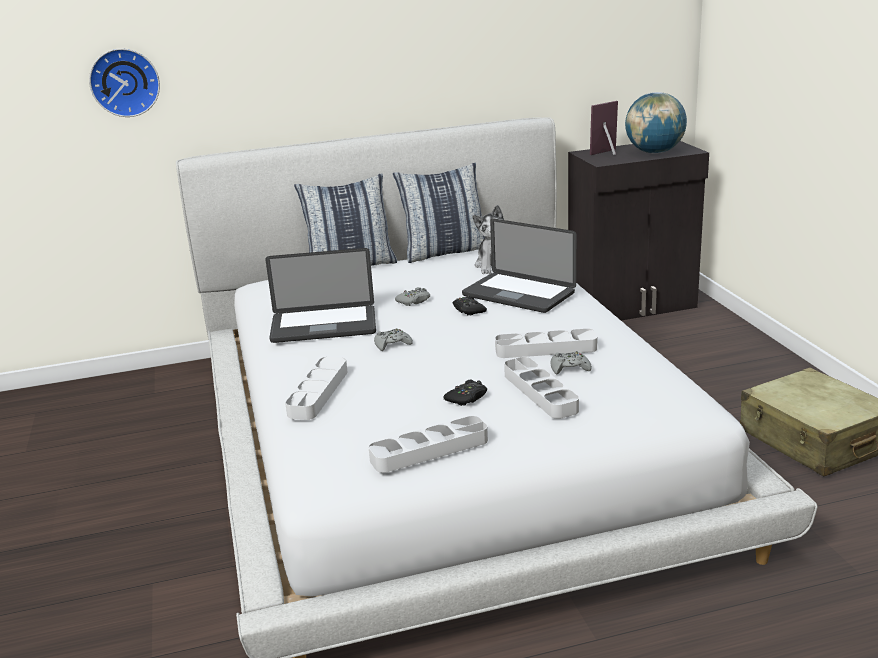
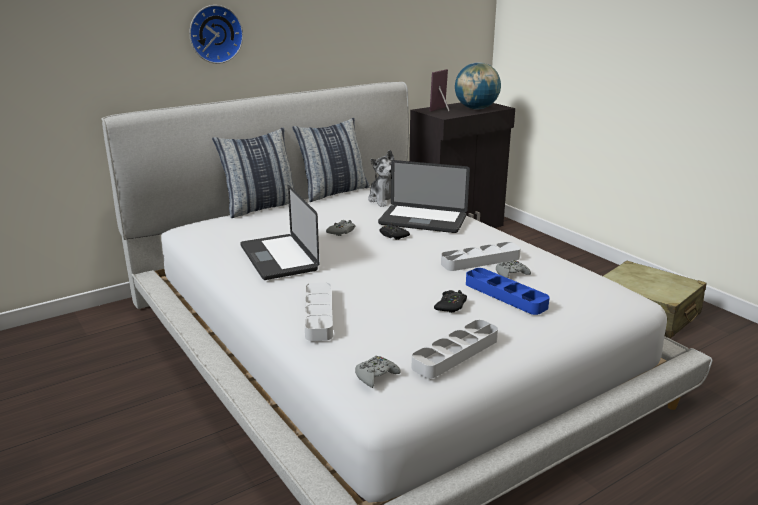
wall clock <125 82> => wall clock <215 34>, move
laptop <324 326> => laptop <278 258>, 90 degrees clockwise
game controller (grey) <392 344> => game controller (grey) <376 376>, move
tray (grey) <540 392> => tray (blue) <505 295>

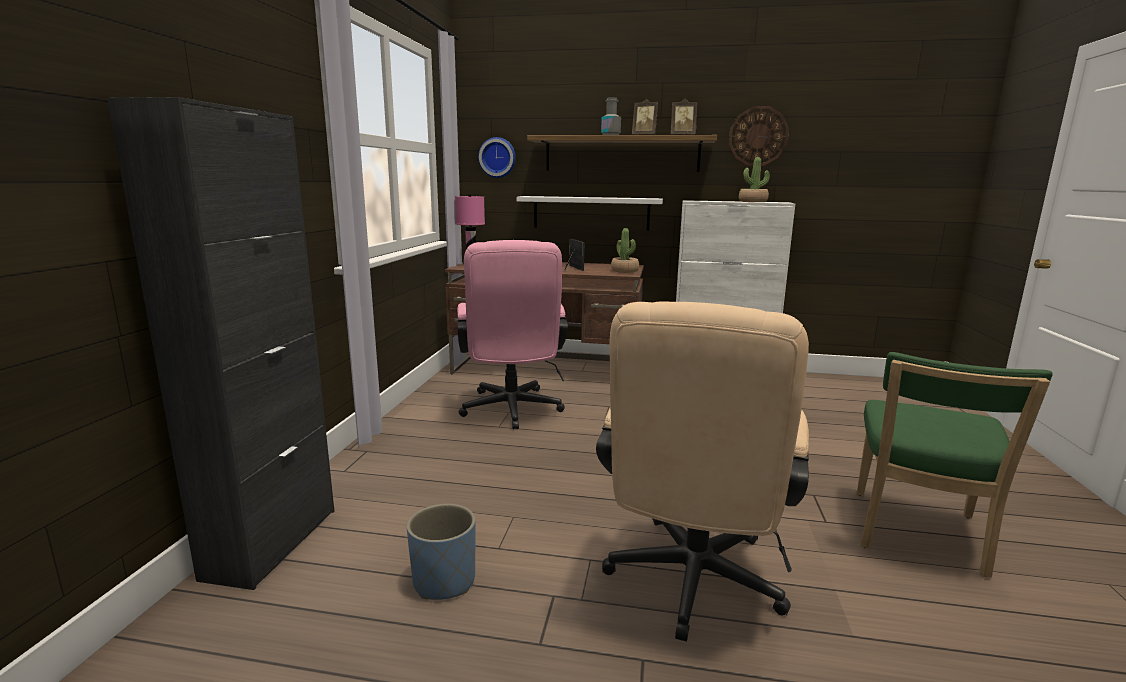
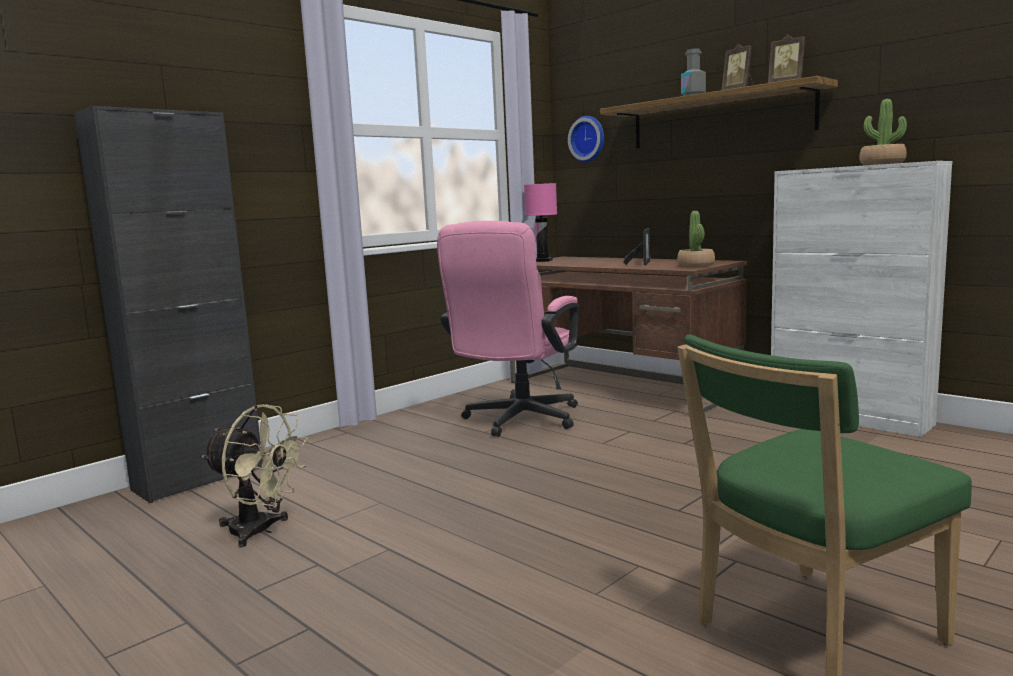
planter (blue) <444 581> => fan (beige) <260 531>
shelf (white) <591 213> => nothing
office chair (beige) <691 586> => nothing
wall clock <758 136> => nothing

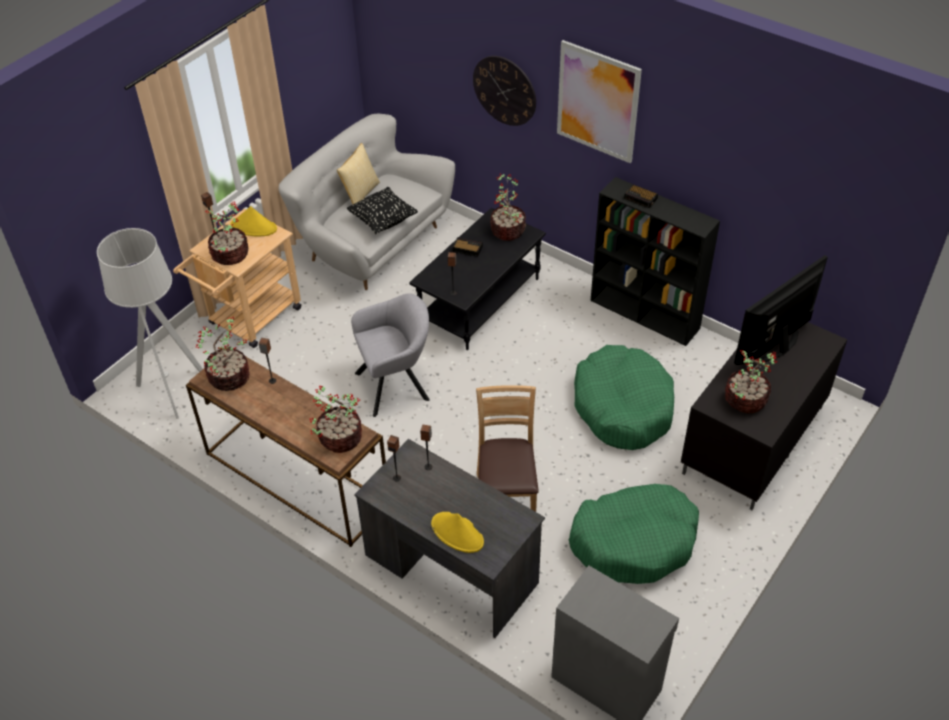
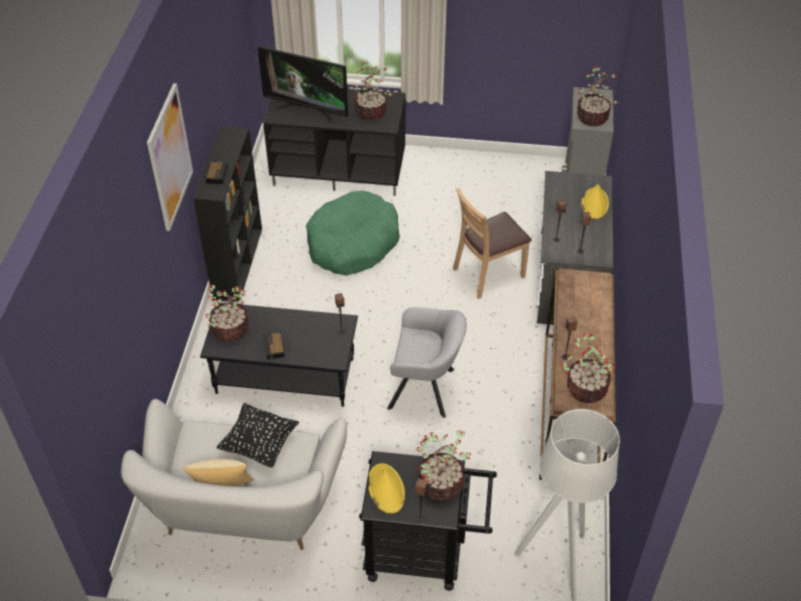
cart (beige) <250 320> => cart (black) <424 554>
potted plant <339 438> => potted plant <593 118>, move
armchair (grey) <396 385> => armchair (grey) <426 389>, 150 degrees clockwise
wall clock <504 90> => nothing
dog bed (green) <634 541> => nothing

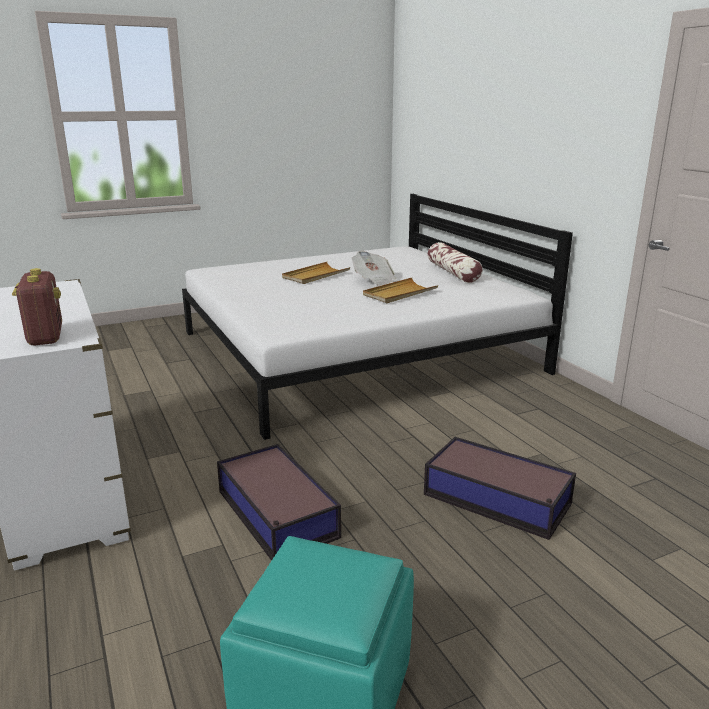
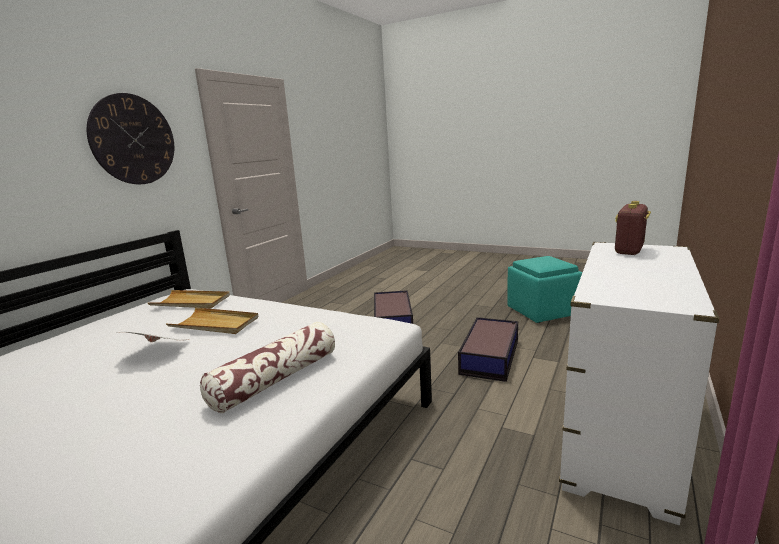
tray (beige) <315 275> => tray (beige) <191 302>, move
pillow <453 273> => pillow <276 379>, move
nothing => wall clock <133 140>

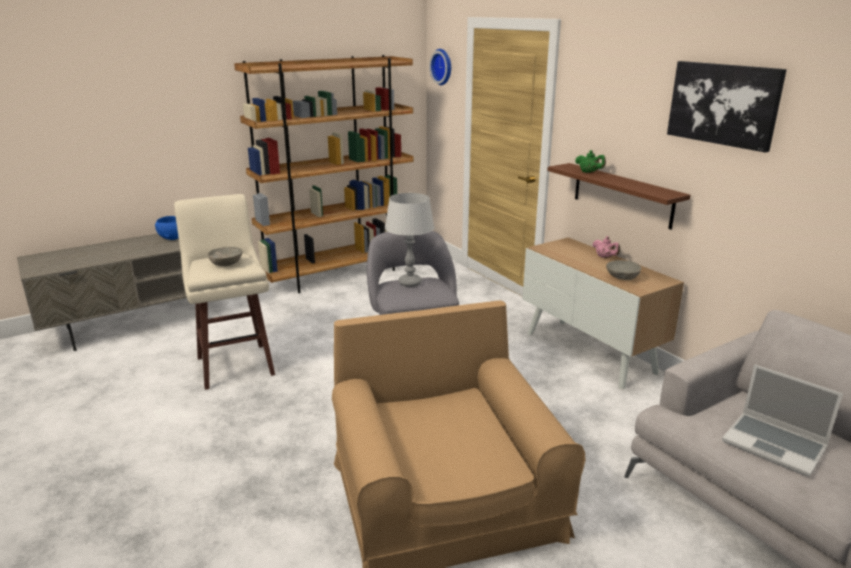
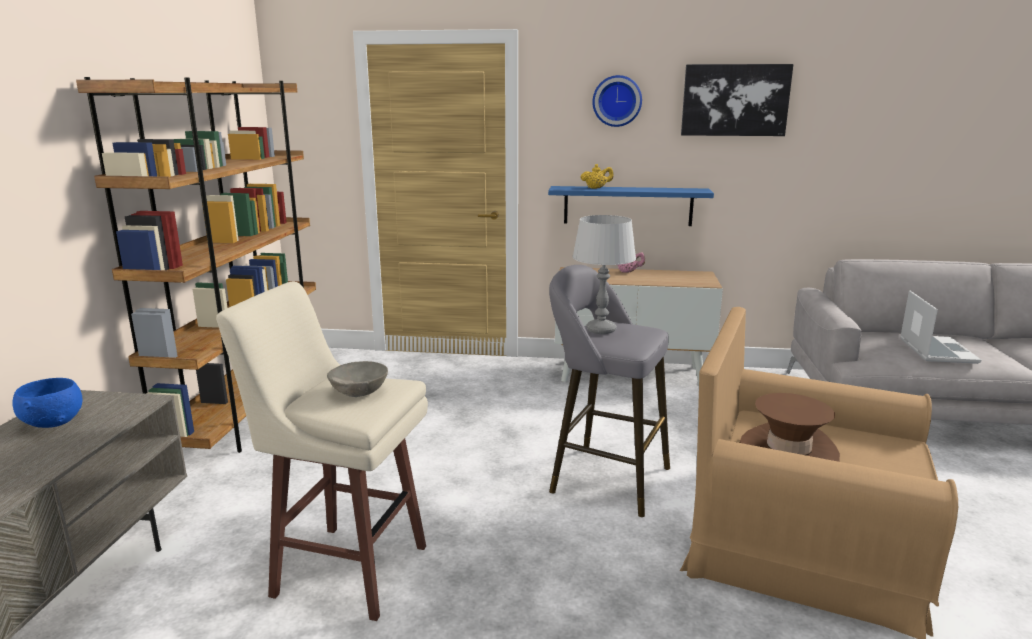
wall clock <443 67> => wall clock <617 101>, move
shelf (brown) <622 195> => shelf (blue) <628 206>
teapot (green) <589 172> => teapot (yellow) <596 188>
bowl (grey) <622 277> => nothing
laptop <775 445> => laptop <935 350>, 75 degrees counterclockwise
nothing => hat (brown) <788 450>

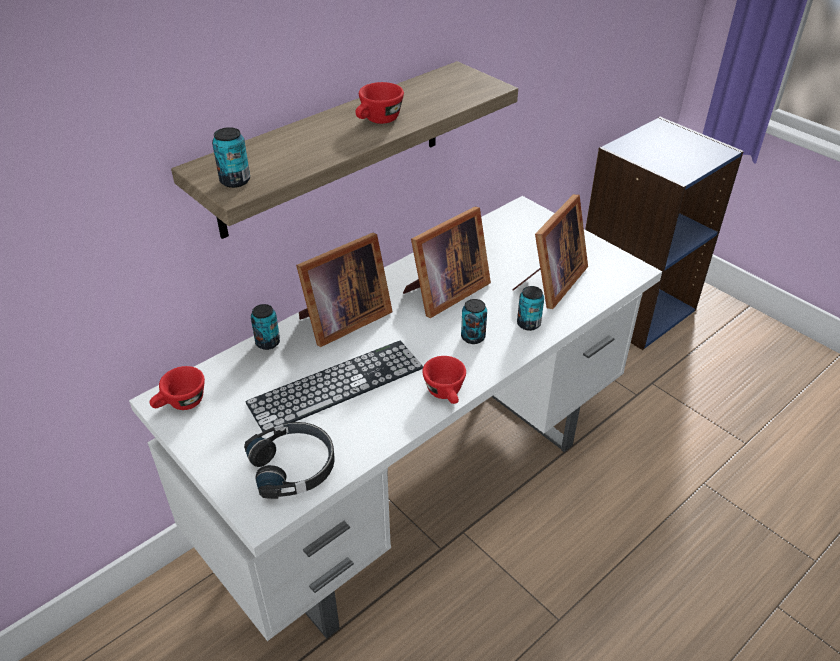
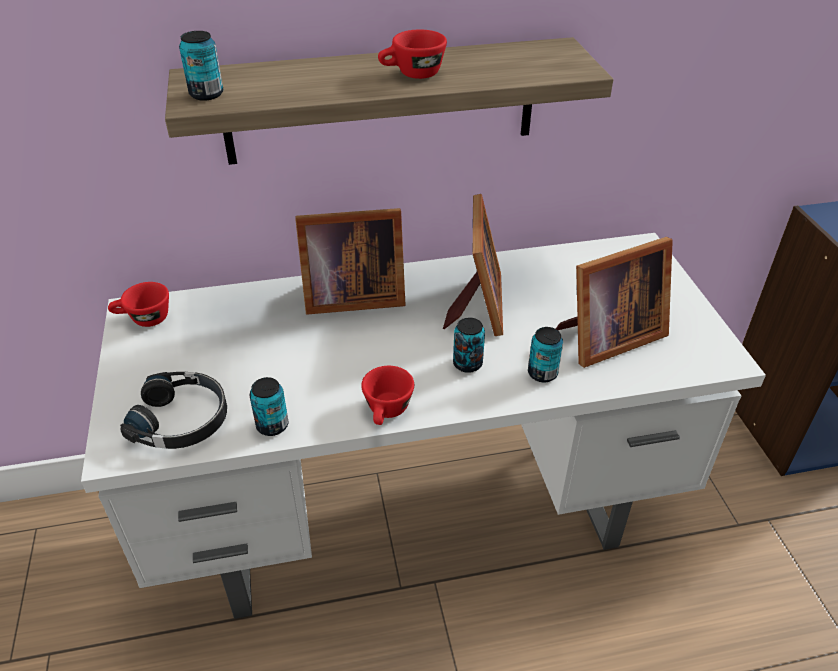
keyboard <336 385> => nothing
can <268 342> => can <272 425>, move
picture frame <444 293> => picture frame <476 306>, 75 degrees counterclockwise

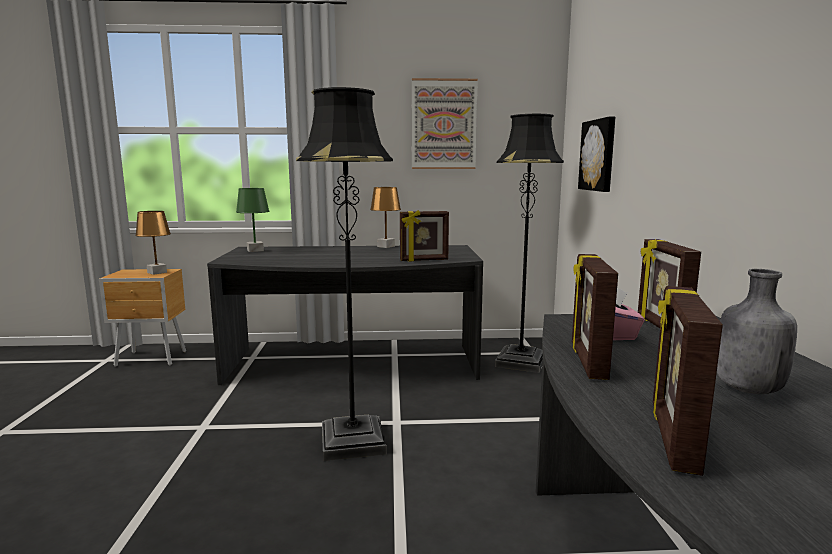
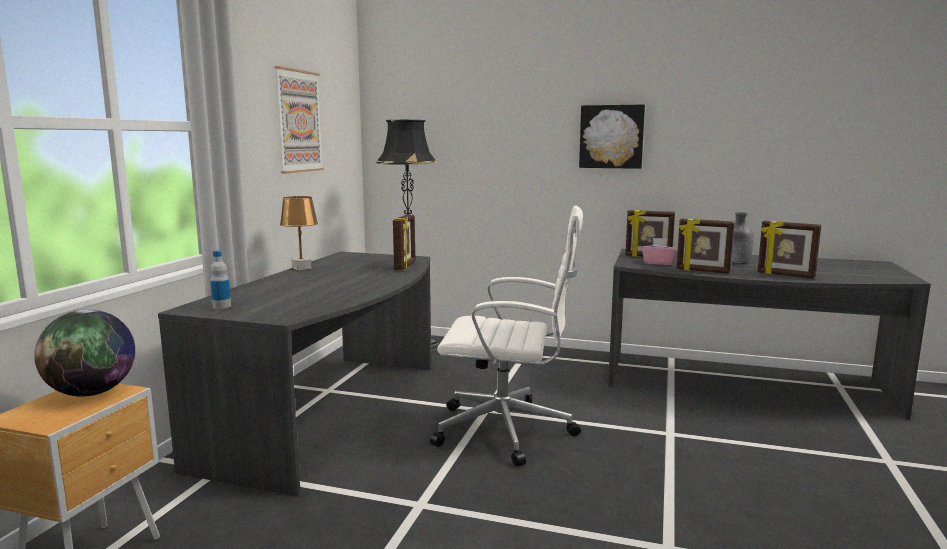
table lamp (brown) <157 272> => globe <92 393>
table lamp (green) <255 250> => bottle <221 306>
floor lamp (black) <352 441> => office chair (white) <508 431>
picture <599 155> => picture <611 136>, move

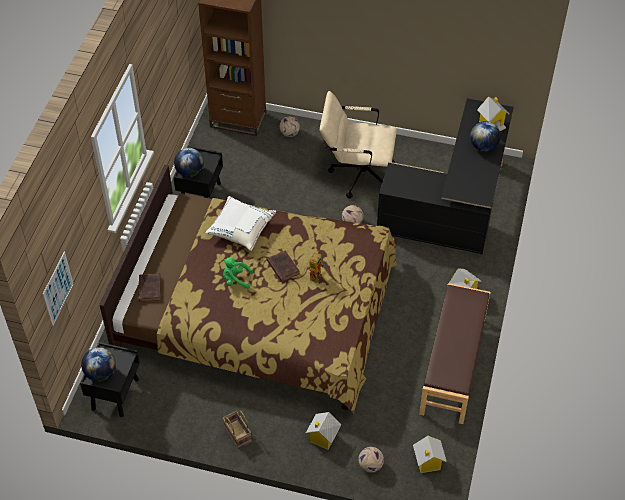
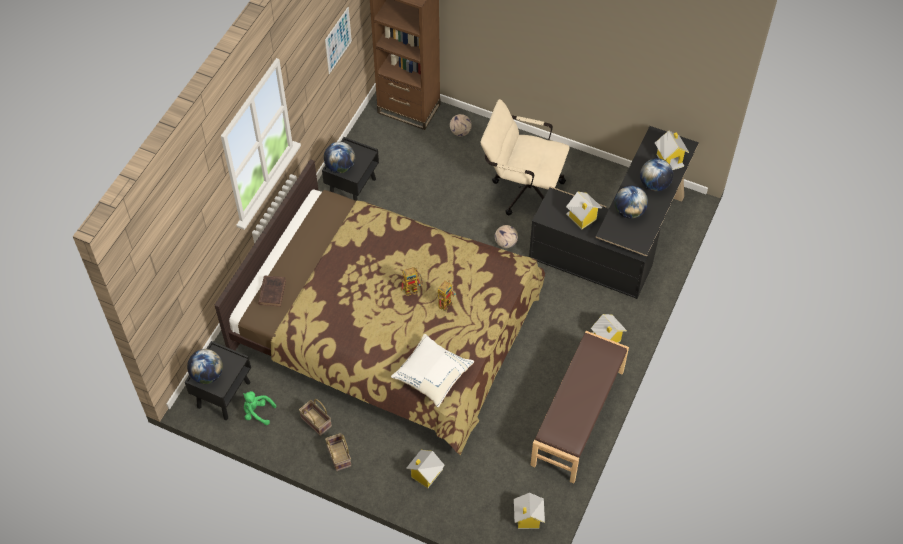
picture <58 288> => picture <338 40>, move
pillow (white) <241 230> => pillow (white) <432 375>, move
plush toy (green) <236 280> => plush toy (green) <257 412>, move
book (brown) <282 267> => toy robot <413 288>
football <370 465> => nothing
nothing => basket <315 422>
nothing => toy house <581 218>
nothing => globe <629 211>

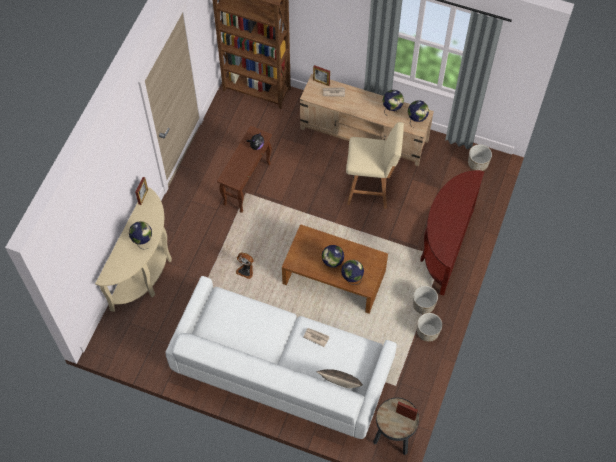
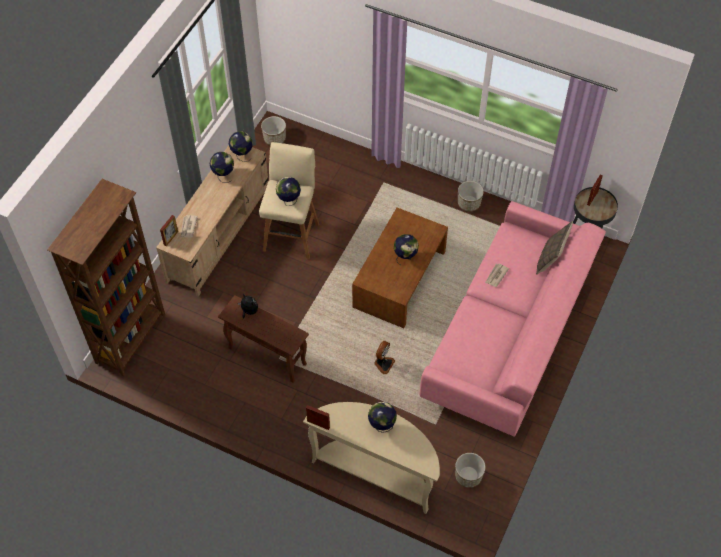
sofa (white) <281 371> => sofa (pink) <509 336>
globe <351 278> => globe <289 201>, move
planter <423 305> => planter <468 476>, move
console table (brown) <444 247> => nothing

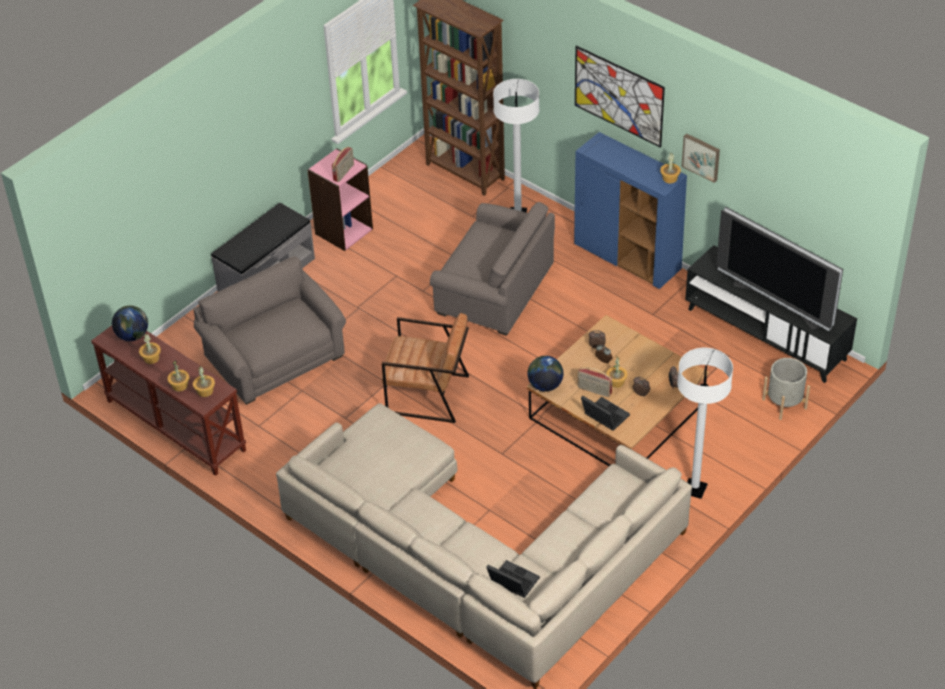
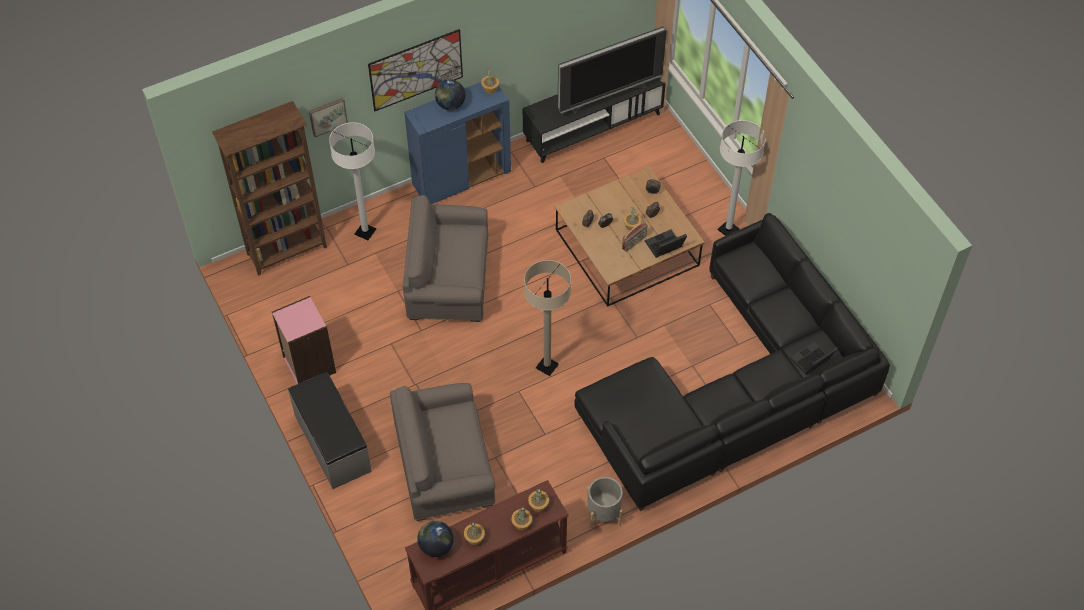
sofa (beige) <476 555> => sofa (black) <734 389>
radio <344 173> => nothing
armchair (brown) <427 394> => floor lamp (beige) <547 366>
armchair (grey) <494 290> => armchair (grey) <448 280>, 135 degrees counterclockwise
globe <545 385> => globe <450 105>, move
picture <701 156> => picture <327 116>, move
planter (grey) <784 404> => planter (grey) <603 513>, move

